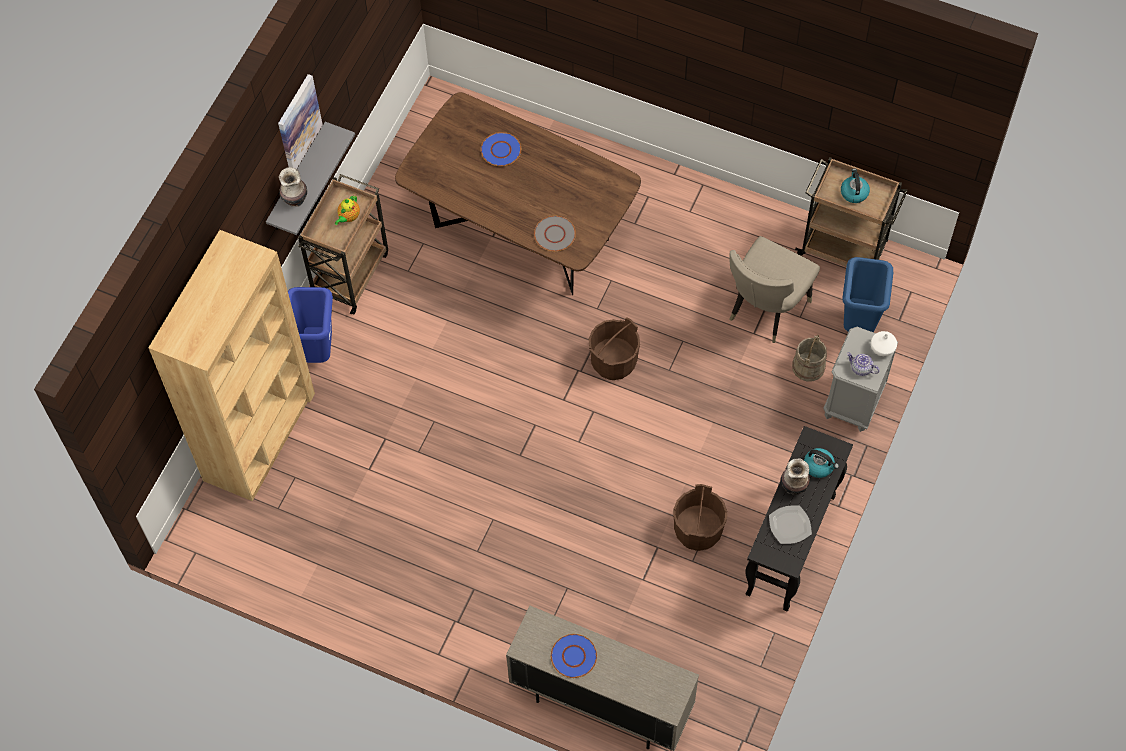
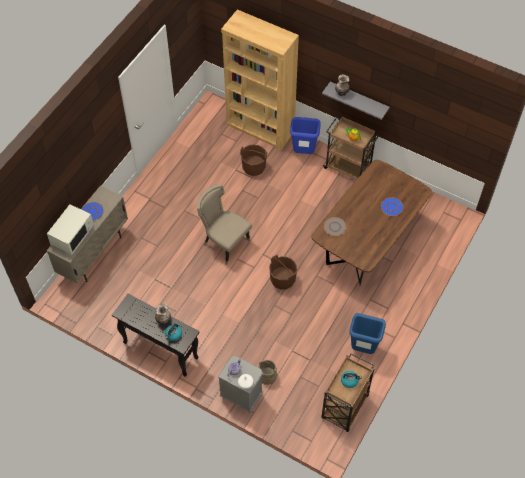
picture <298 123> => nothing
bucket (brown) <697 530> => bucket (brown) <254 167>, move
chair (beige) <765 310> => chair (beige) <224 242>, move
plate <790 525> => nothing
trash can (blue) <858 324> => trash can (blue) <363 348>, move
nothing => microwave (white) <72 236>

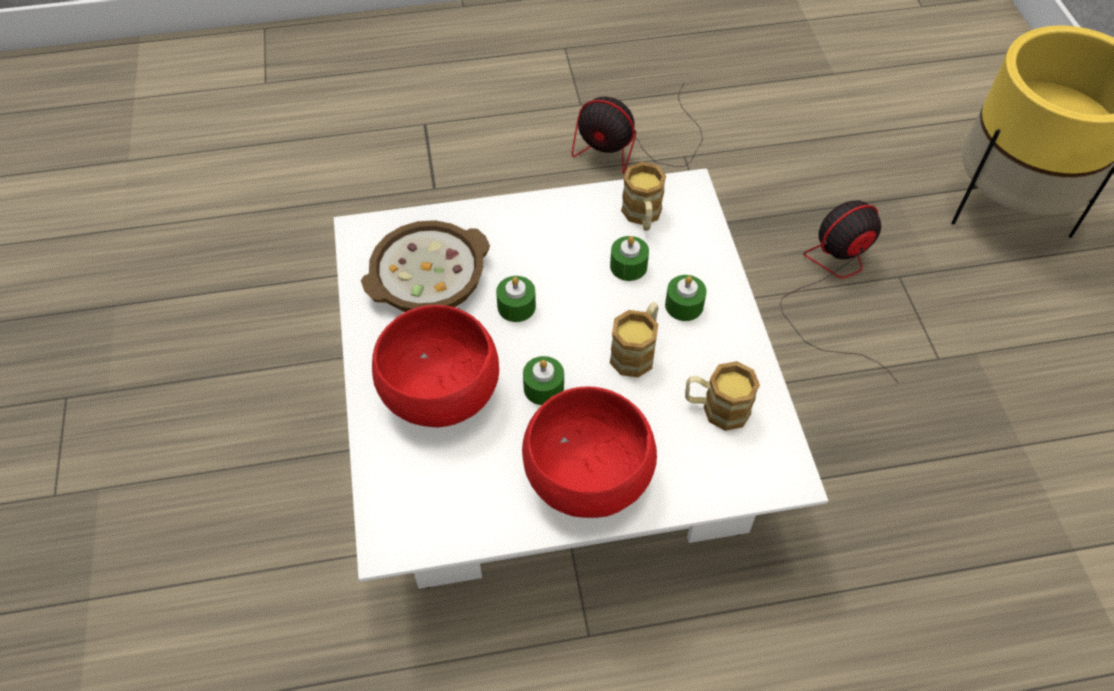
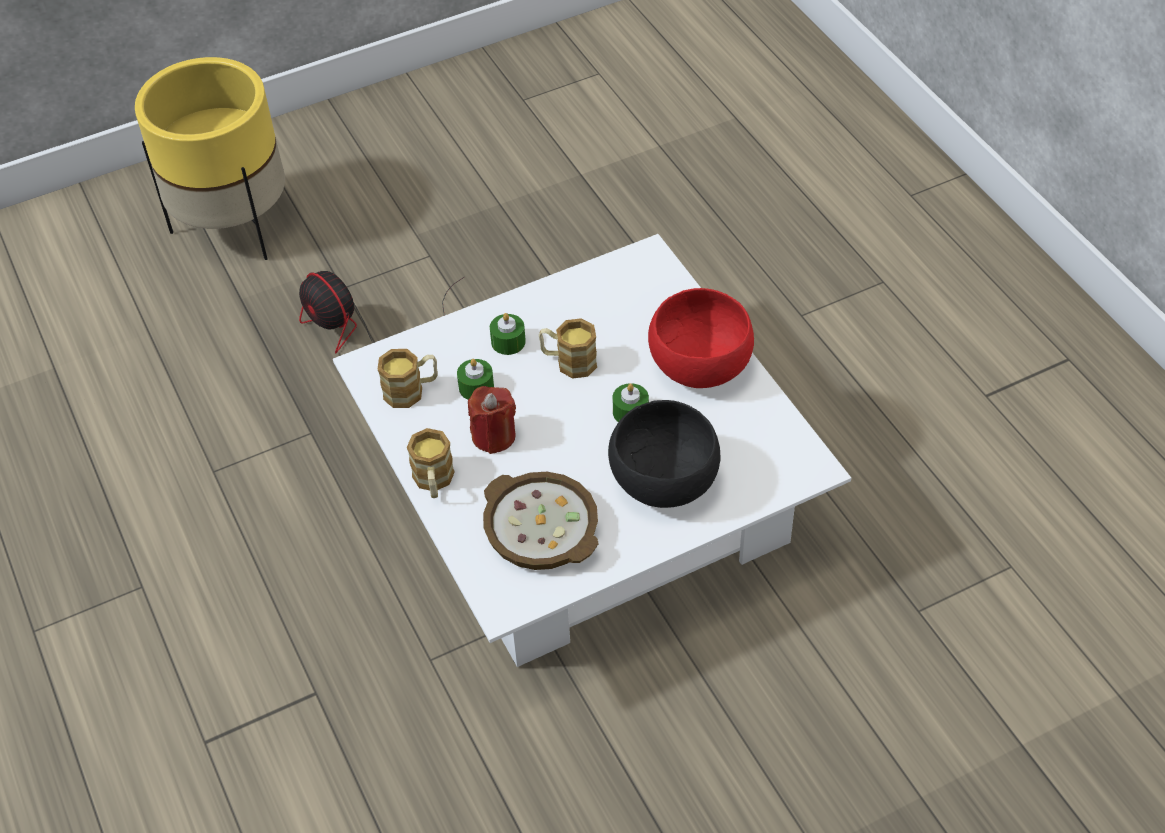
bowl (red) <440 392> => bowl (black) <664 479>
candle (green) <516 306> => nothing
fan <632 147> => nothing
mug <716 408> => mug <433 482>, move
nothing => candle (red) <494 436>

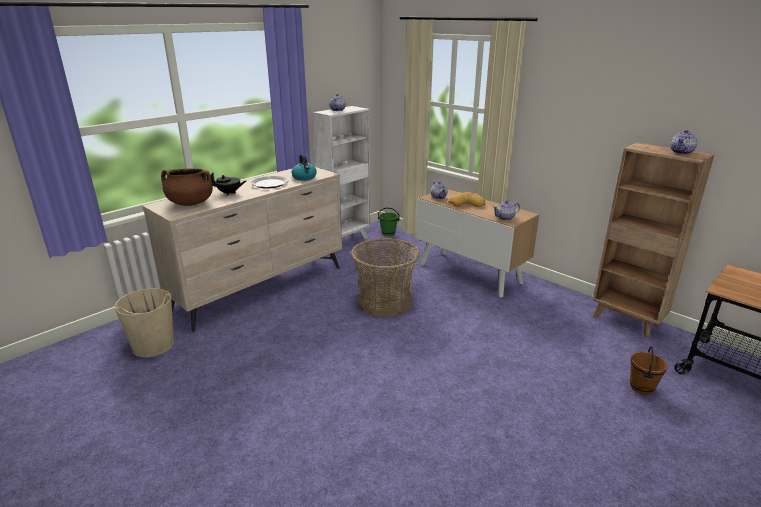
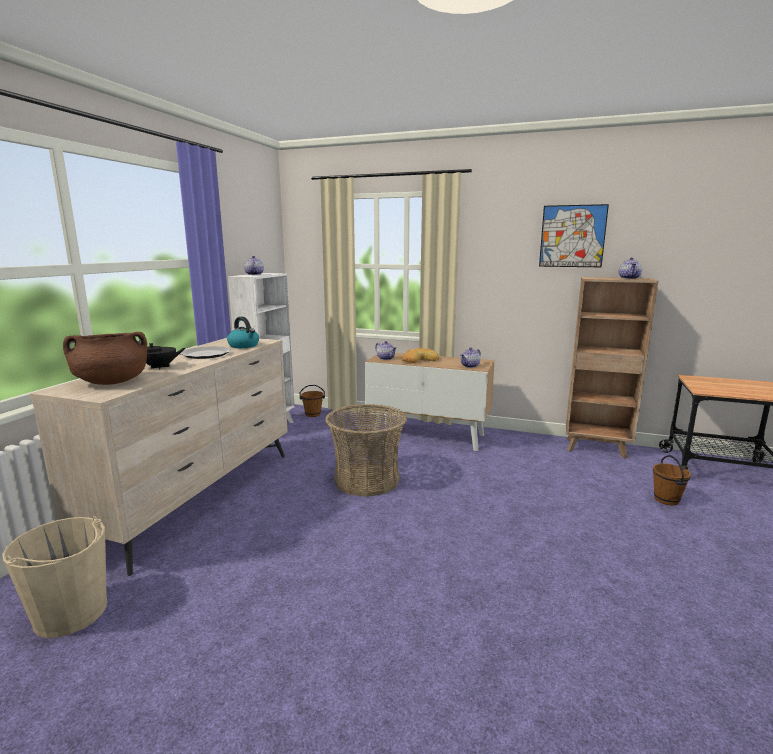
bucket (green) <388 233> => bucket (brown) <313 414>
nothing => picture <572 236>

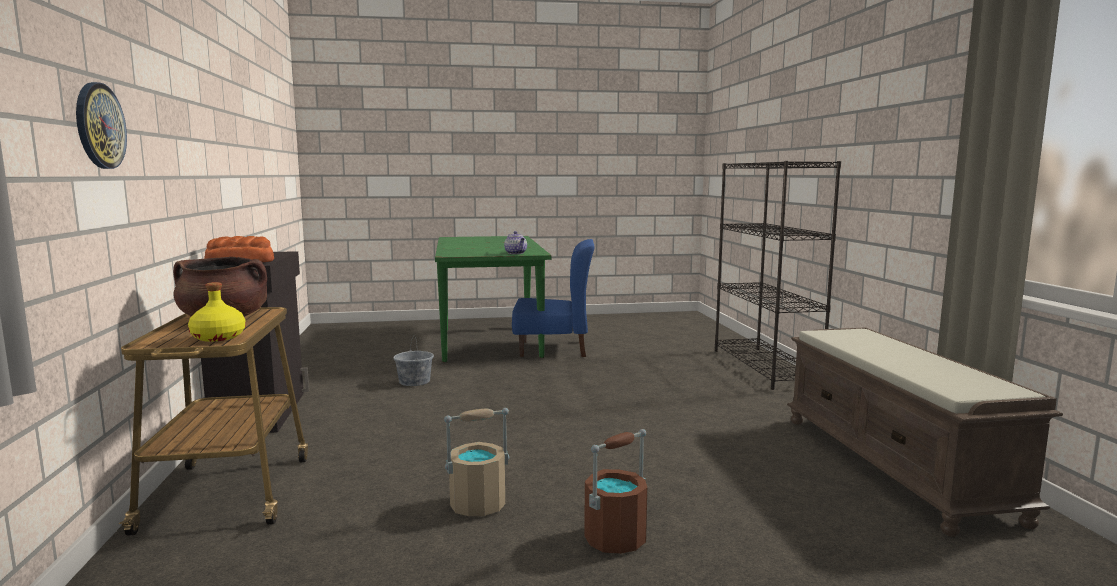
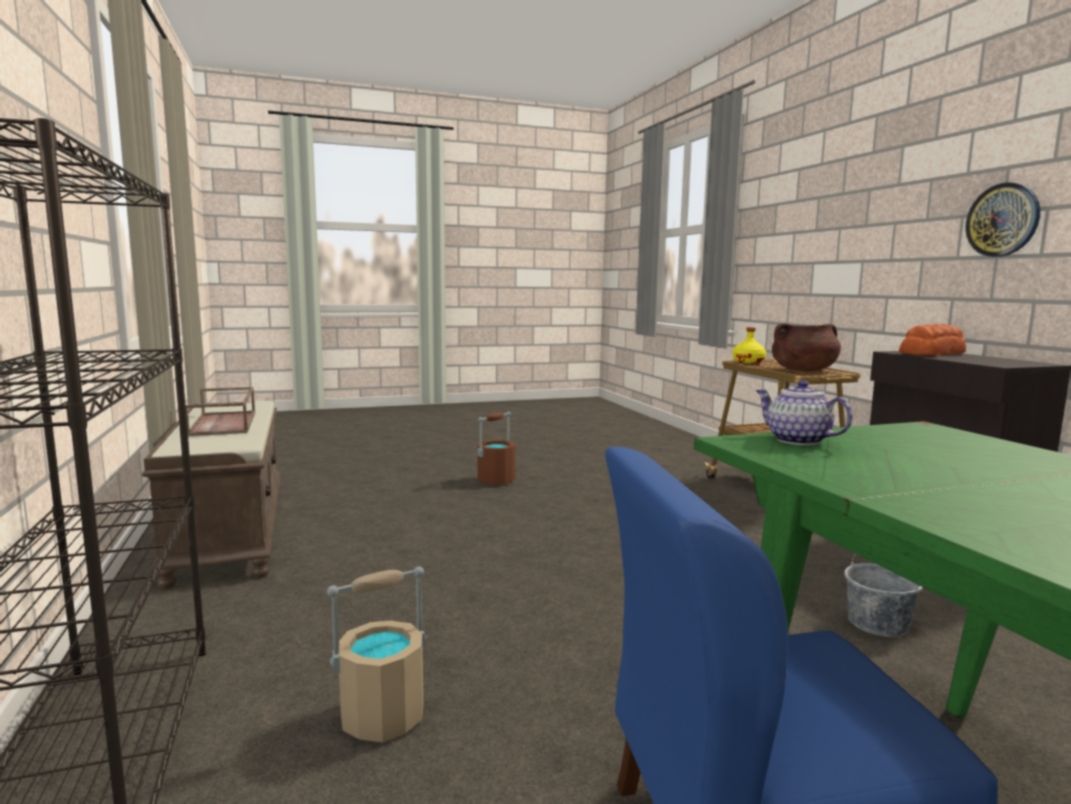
wall clock <99 126> => wall clock <1003 220>, move
bucket (beige) <477 505> => bucket (beige) <383 716>, move
nothing => tray (brown) <224 423>

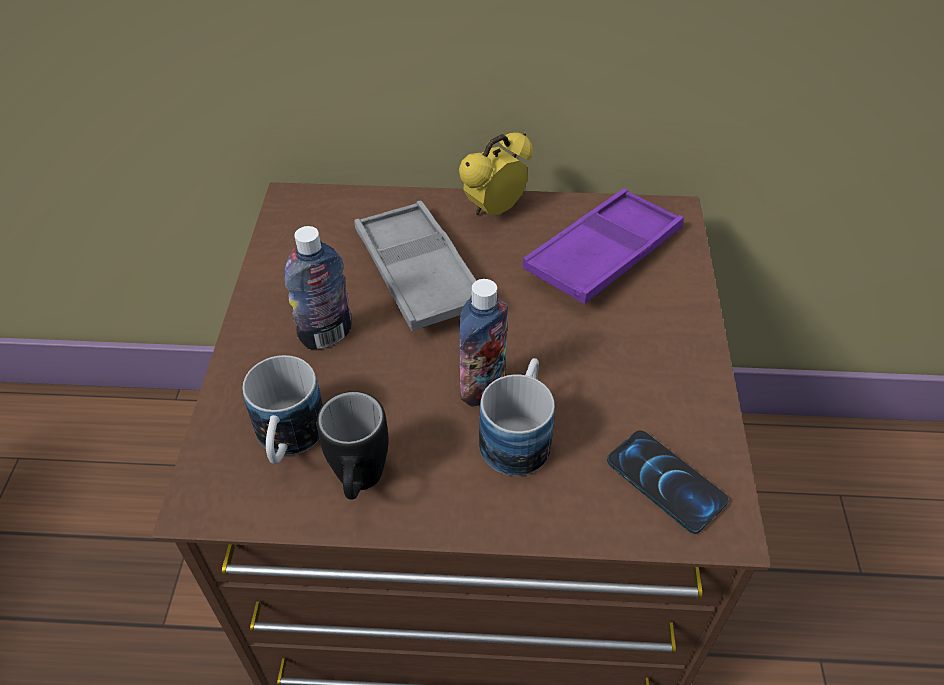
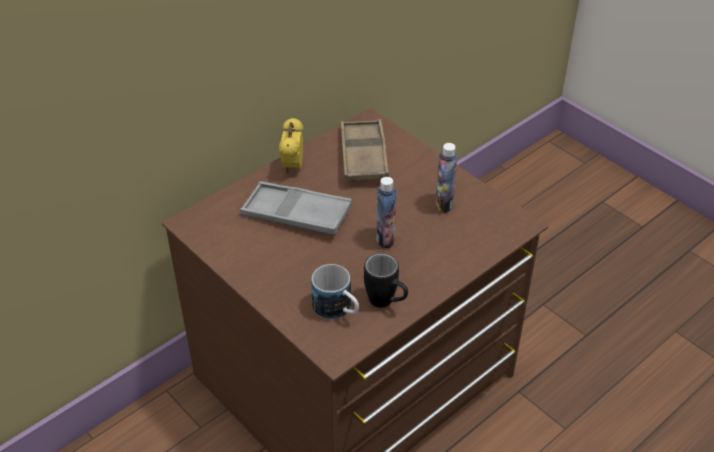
bottle <326 335> => bottle <444 203>, move
mug <519 433> => nothing
tray (purple) <603 254> => tray (brown) <363 156>
phone <665 481> => nothing

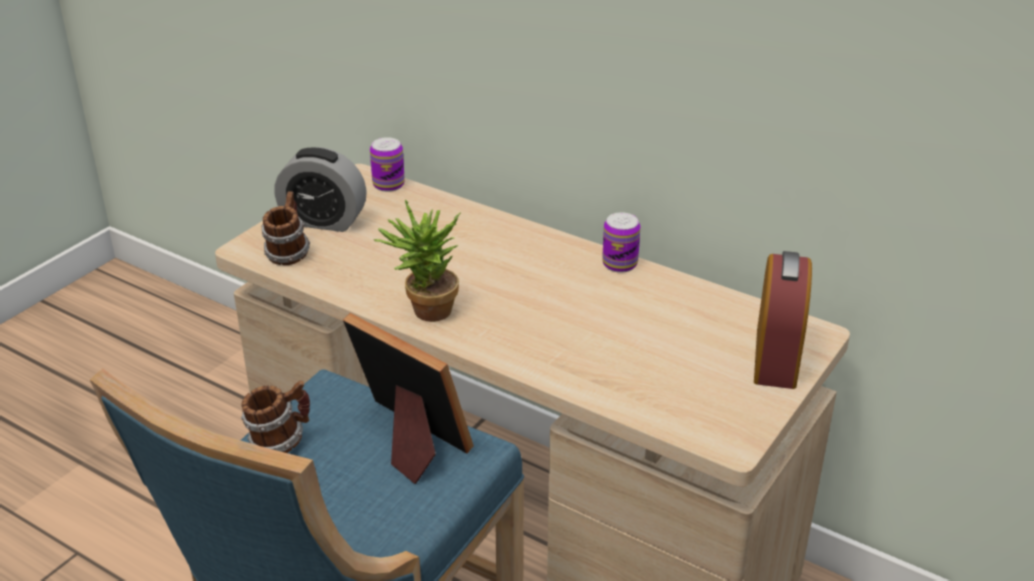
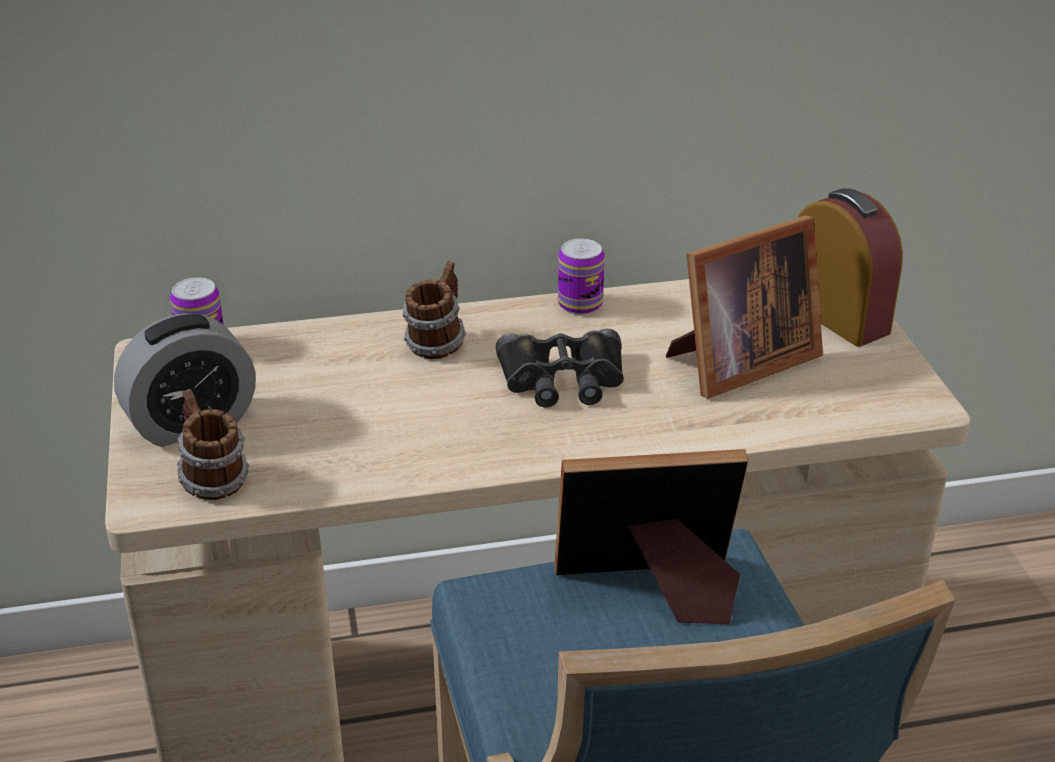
mug <280 442> => mug <436 343>, move
potted plant <424 312> => nothing
nothing => binoculars (black) <562 379>
nothing => picture frame <737 363>

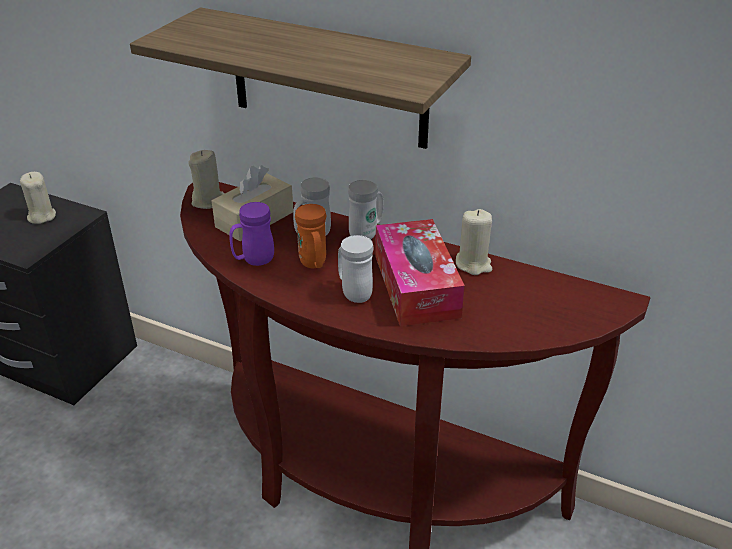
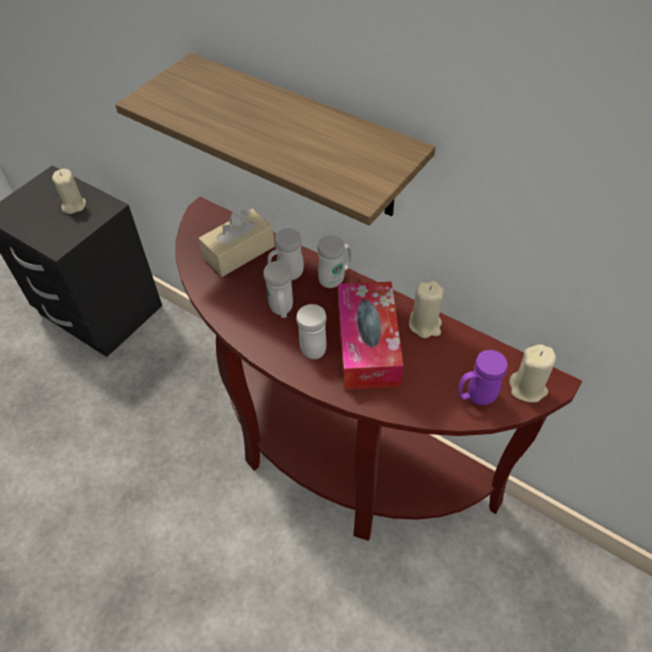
candle (beige) <209 201> => candle (beige) <528 388>, move
mug (purple) <253 261> => mug (purple) <476 397>, move
mug (orange) <314 264> => mug (white) <282 310>

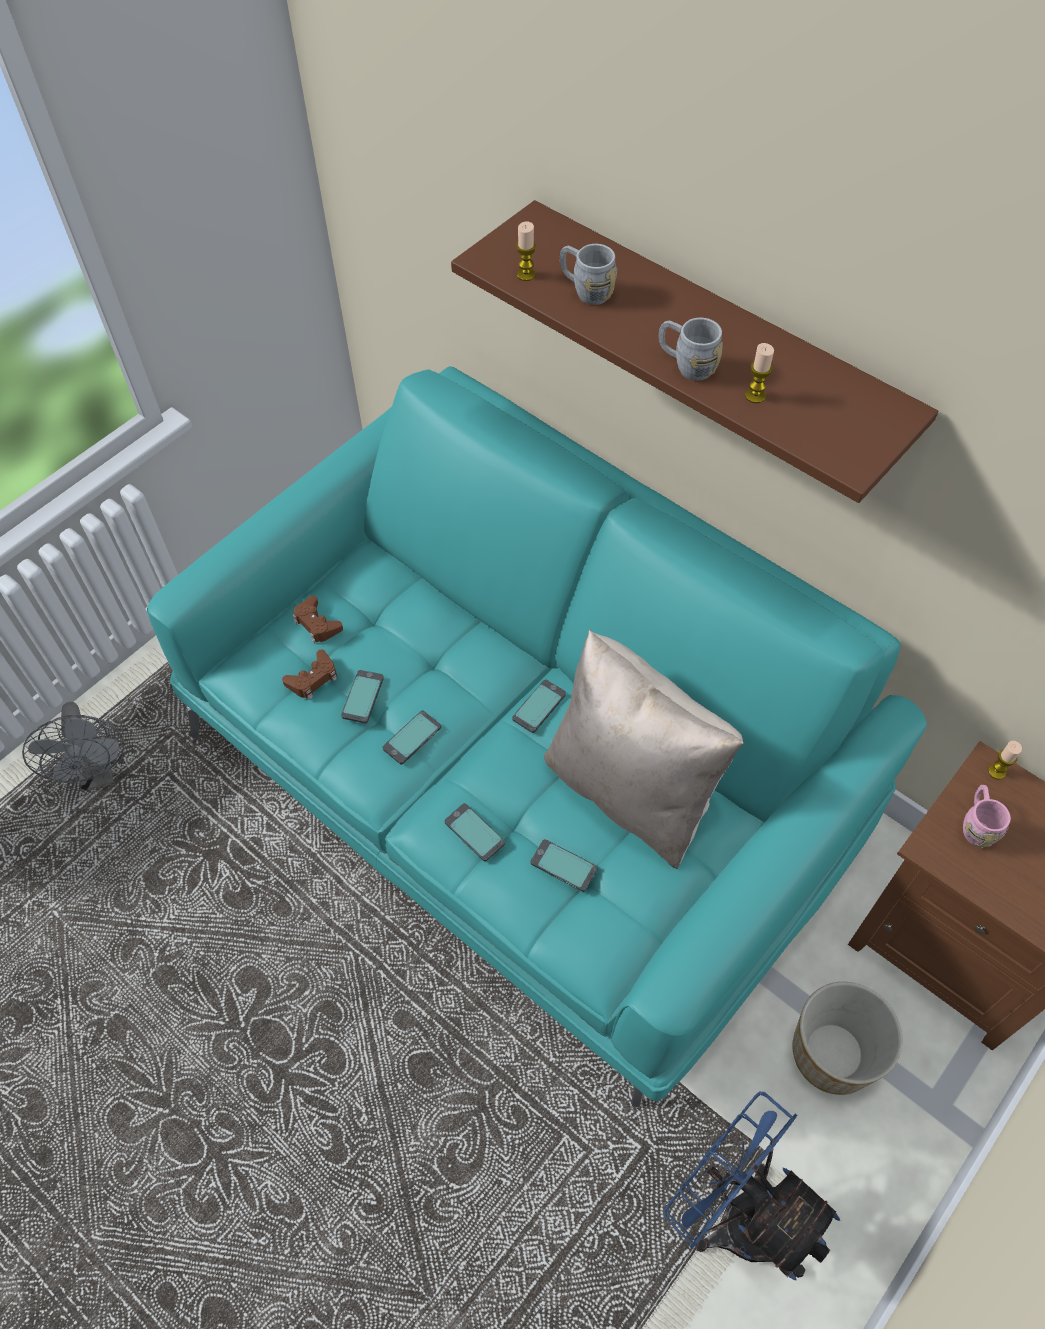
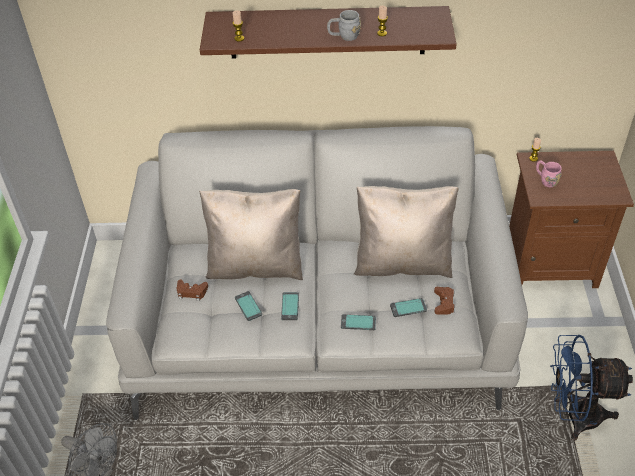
sofa (turquoise) <524 778> => sofa (grey) <320 321>
game controller (brown) <313 679> => game controller (brown) <444 303>, move
phone <539 706> => nothing
mug (grey) <586 290> => nothing
planter <834 1053> => nothing
nothing => pillow (beige) <256 265>

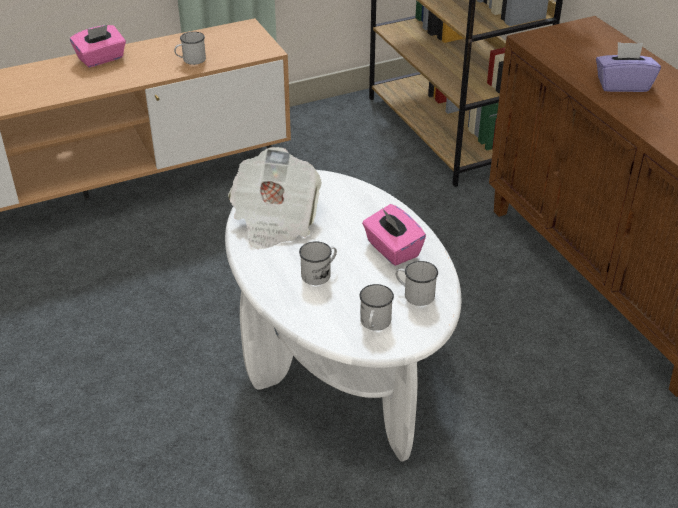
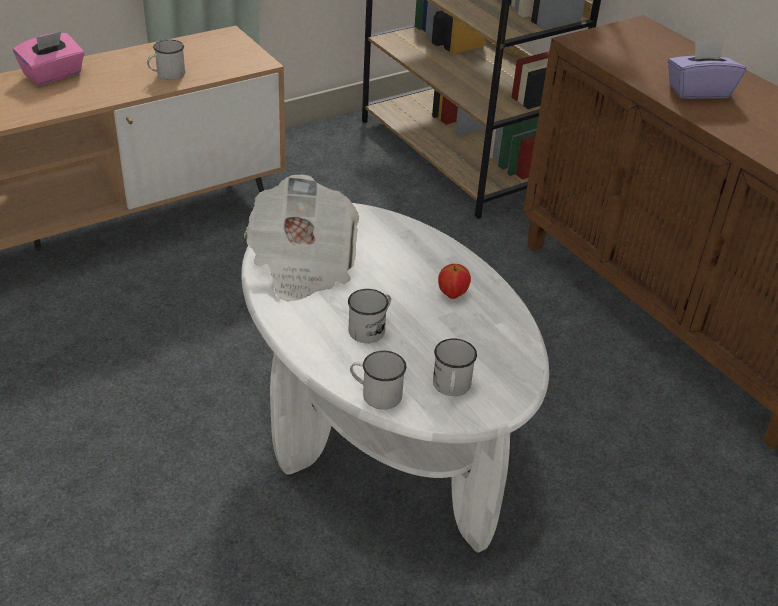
tissue box (pink) <392 249> => apple <452 294>
mug (white) <414 294> => mug (white) <376 394>, move

